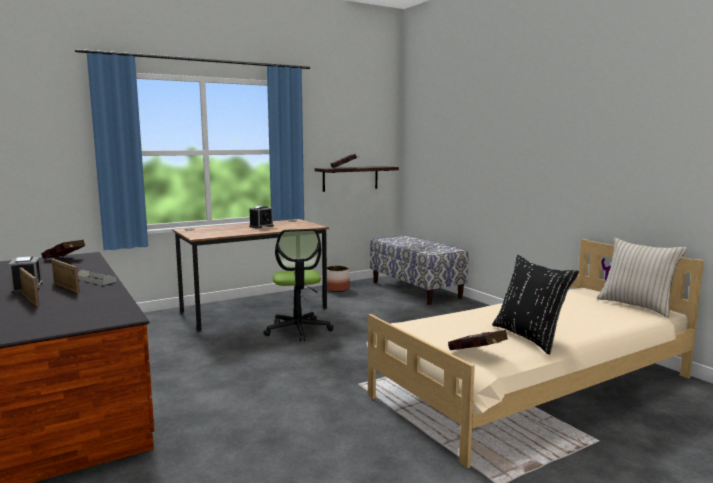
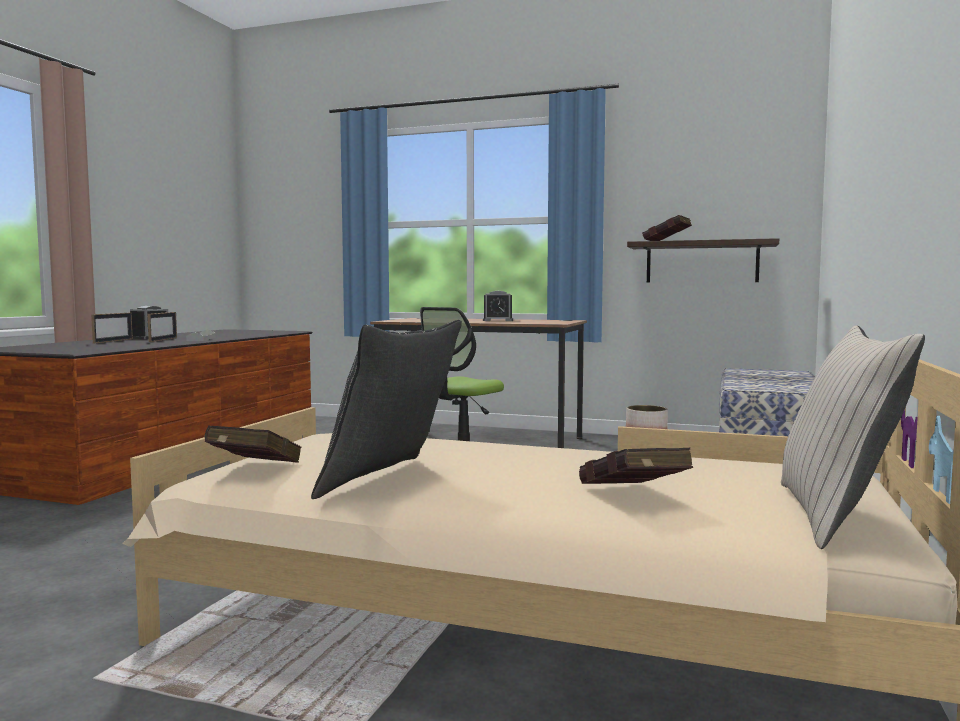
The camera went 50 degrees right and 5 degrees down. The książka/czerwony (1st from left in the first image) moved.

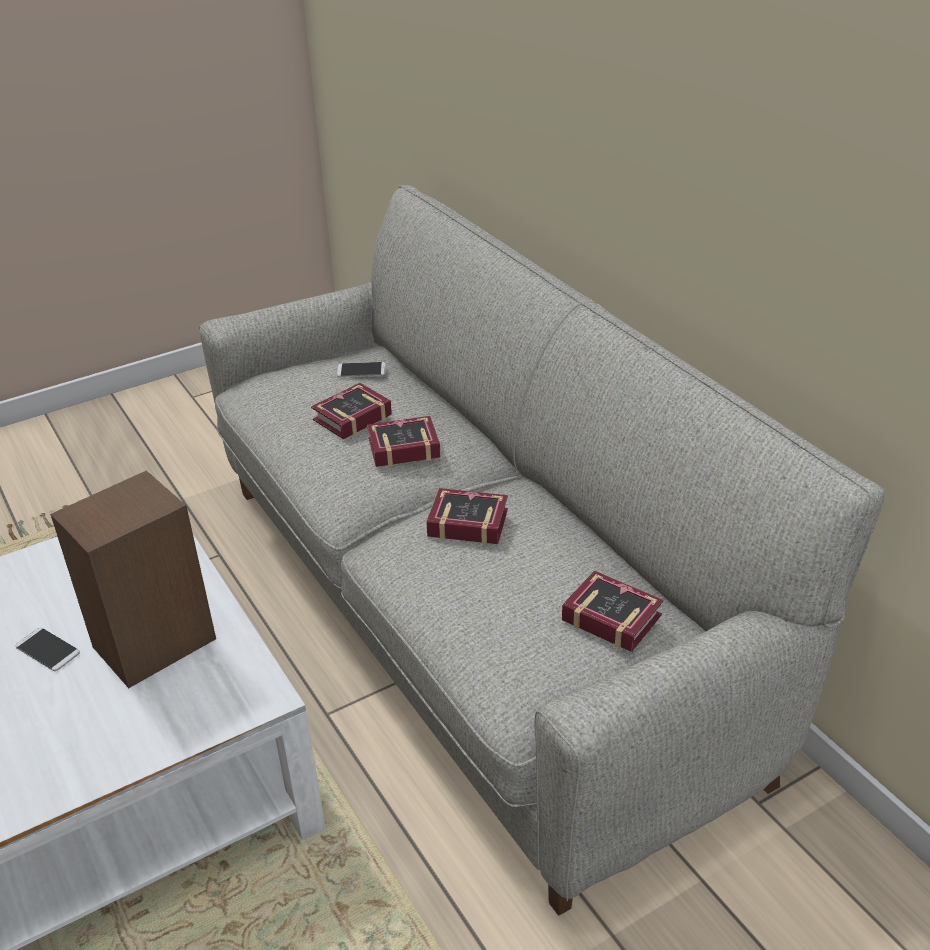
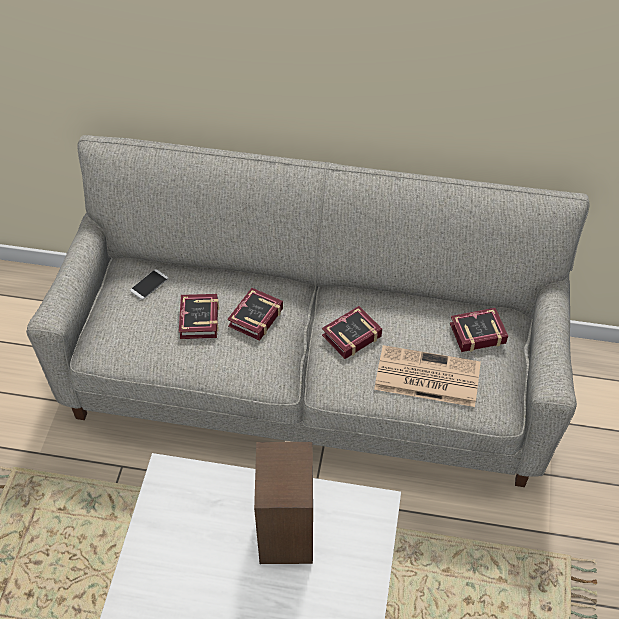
The camera went 50 degrees left and 15 degrees up. The telefon (1st from left) disappeared. The gazeta appeared.

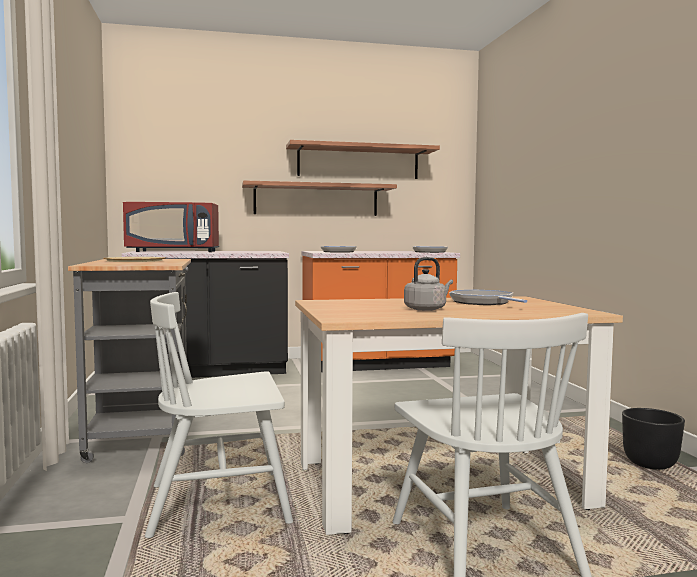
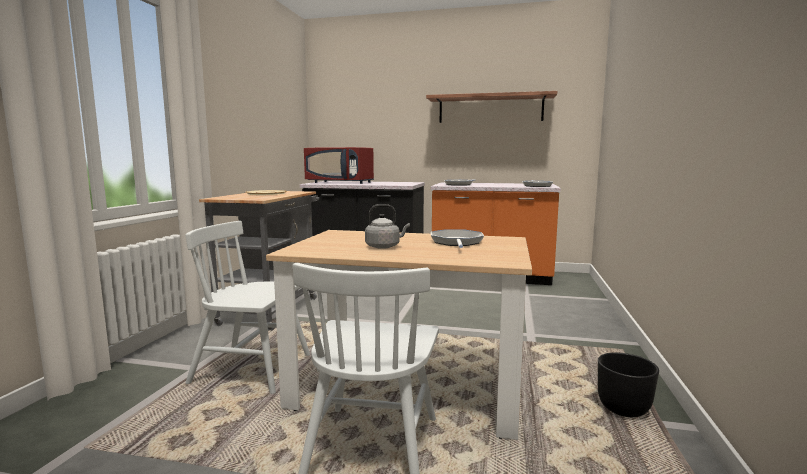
The camera went 25 degrees right and 5 degrees up. The półka (1st from left) disappeared.

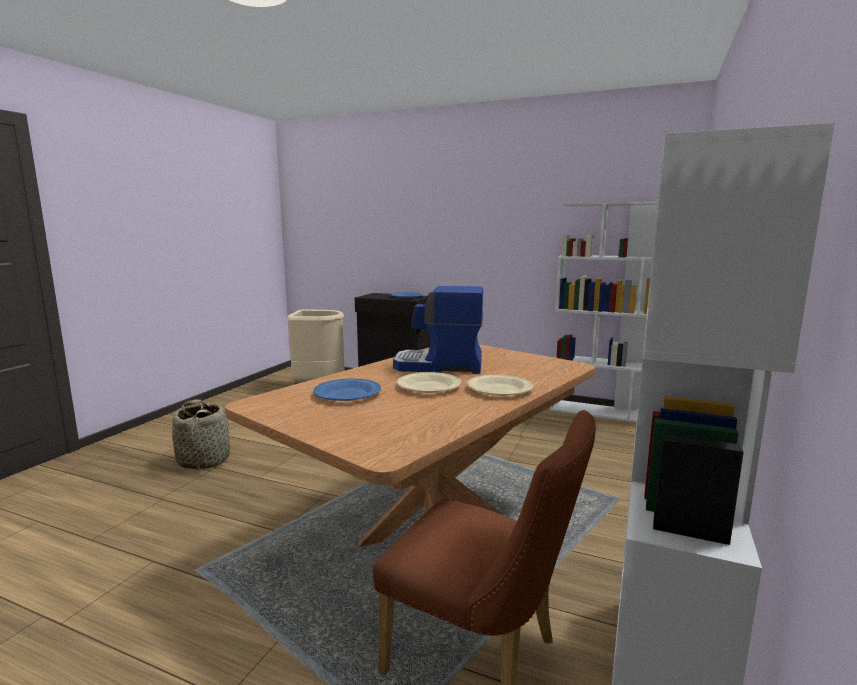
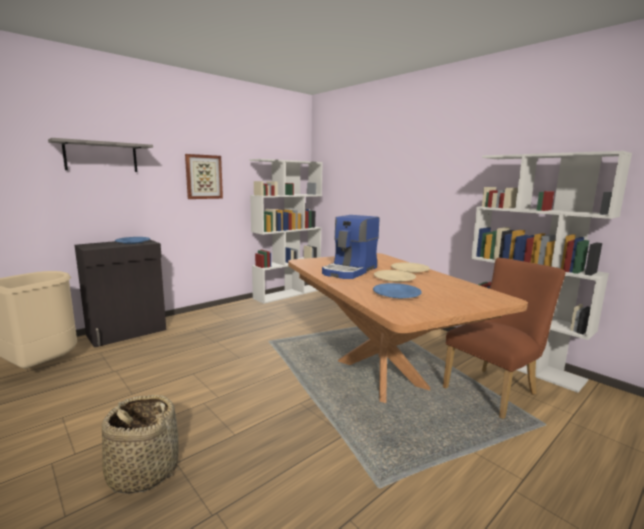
The camera went 65 degrees left and 0 degrees up. The półka/szary appeared. The obraz appeared.

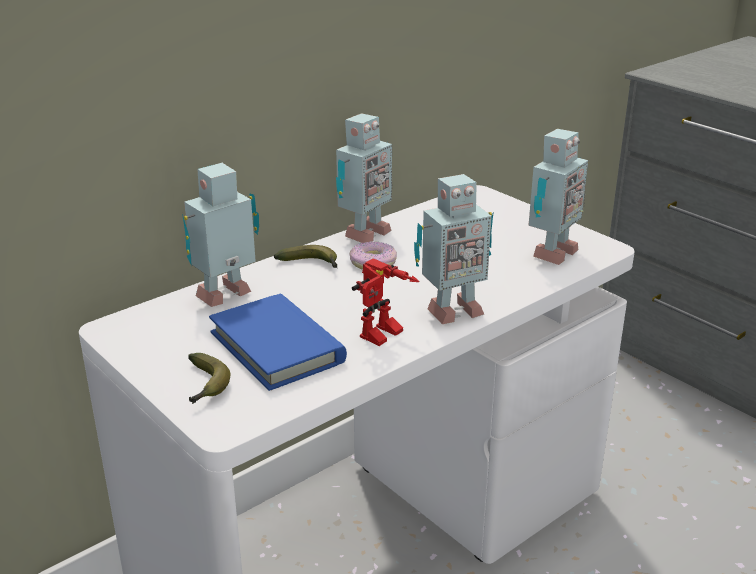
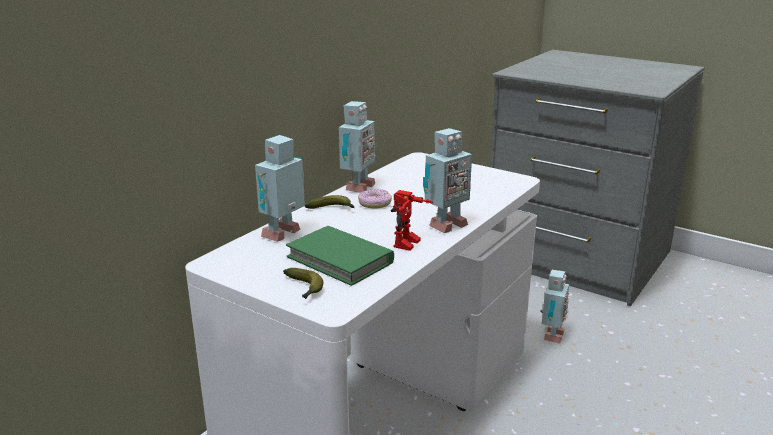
The camera went 15 degrees left and 5 degrees down. The robot zabawkowy (5th from left) moved. The książka/niebieski became the książka/zielony.

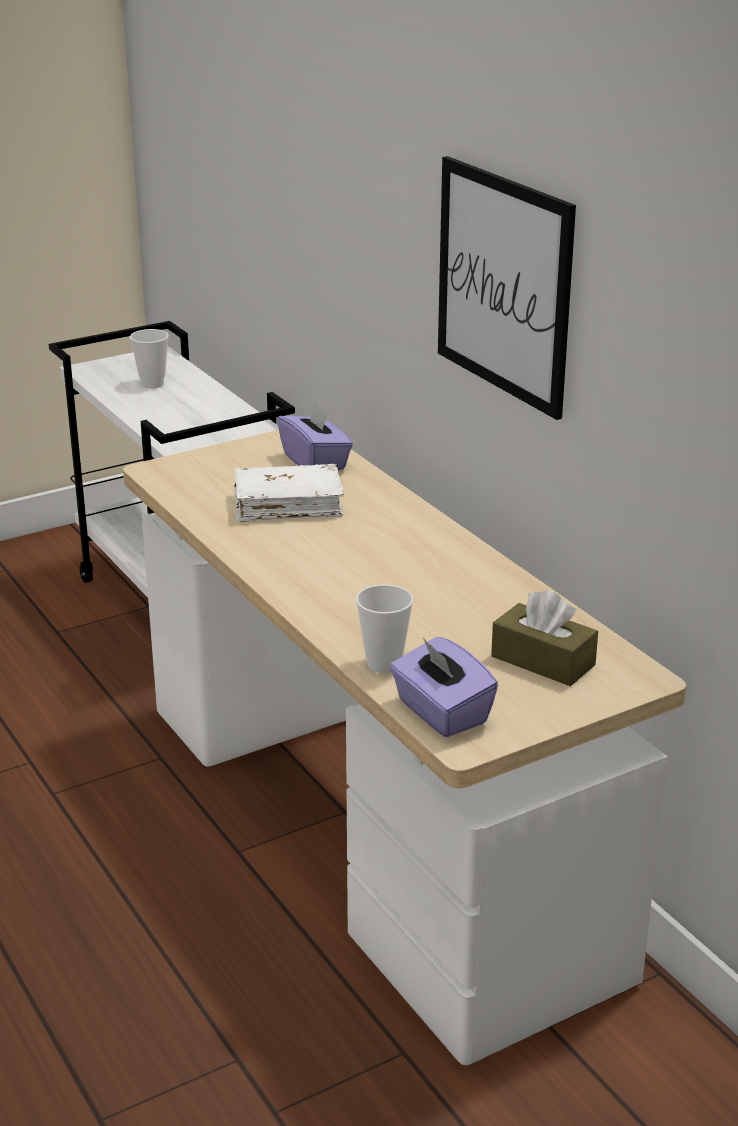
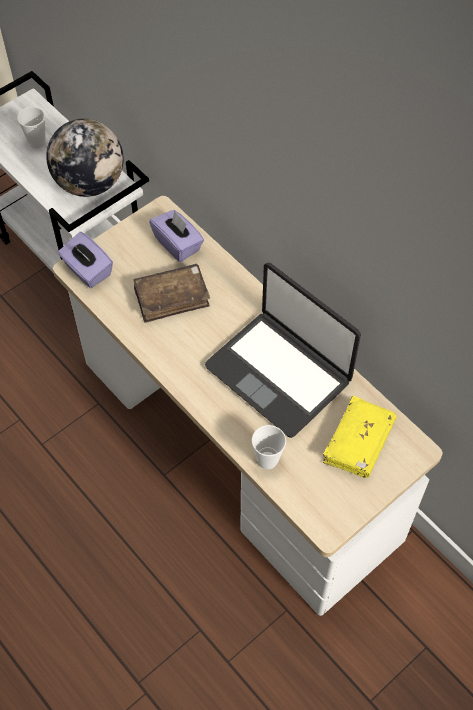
The camera went 10 degrees left and 30 degrees up. The obraz disappeared. The książka/biały became the książka/brązowy. The pudełko chusteczek/brązowy was replaced by the książka/żółty. The pudełko chusteczek/fioletowy (2nd from left in the first image) moved. The globus appeared. The laptop appeared.

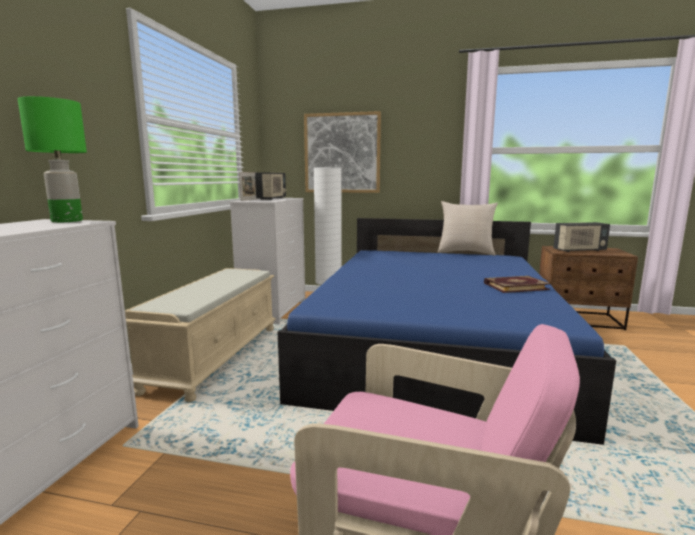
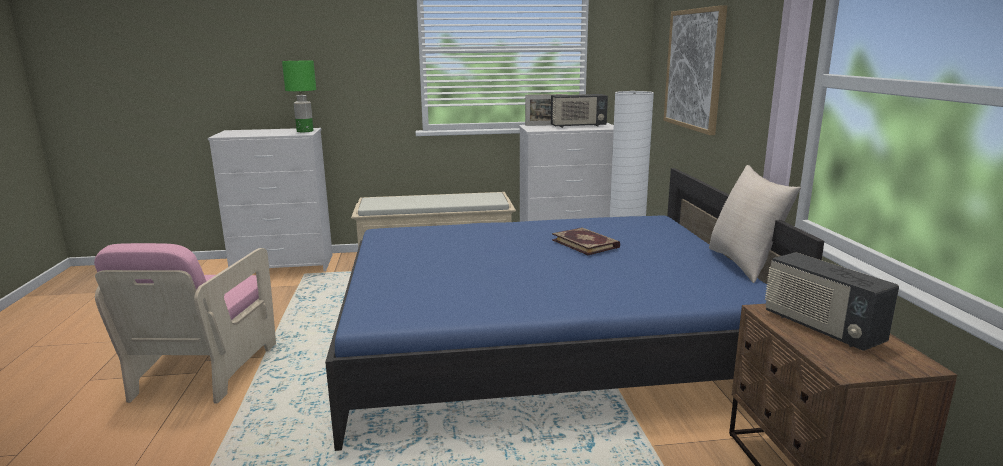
The camera went 70 degrees right and 5 degrees up. The książka moved.

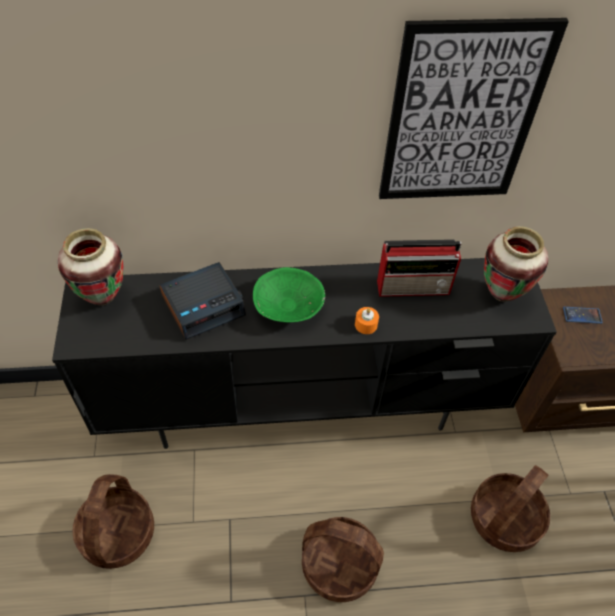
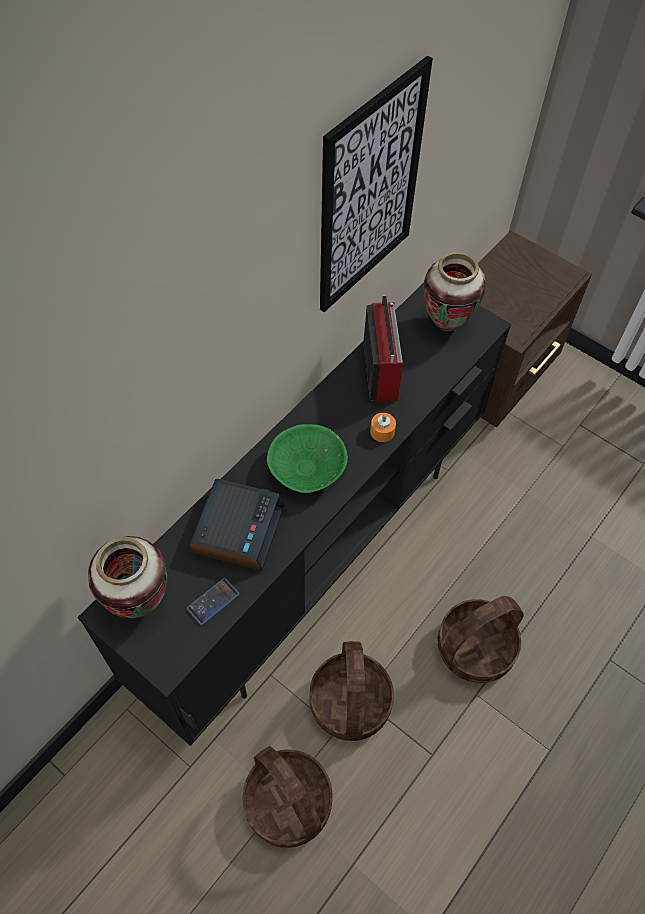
The camera went 45 degrees left and 5 degrees up. The radio turned 45 degrees counterclockwise. The telefon moved. The koszyk (3rd from left in the first image) moved.

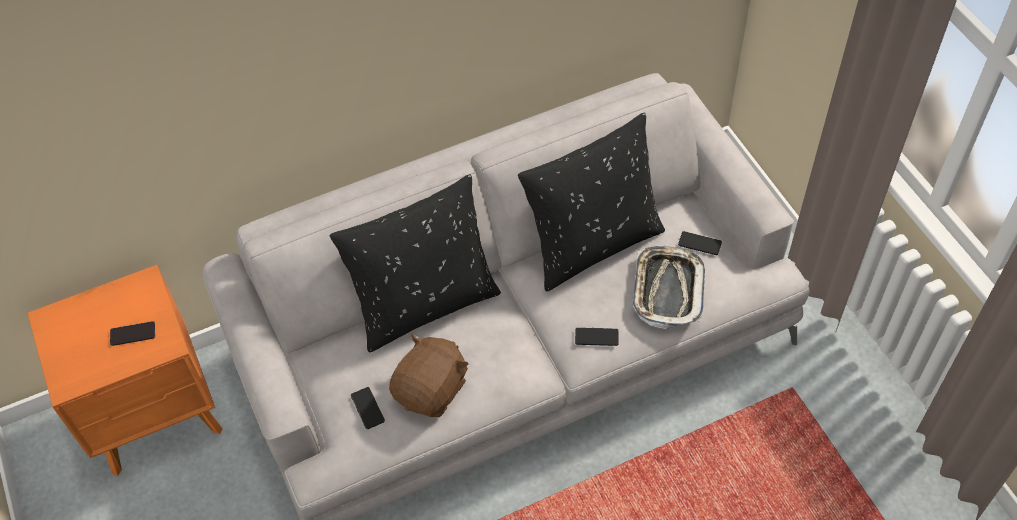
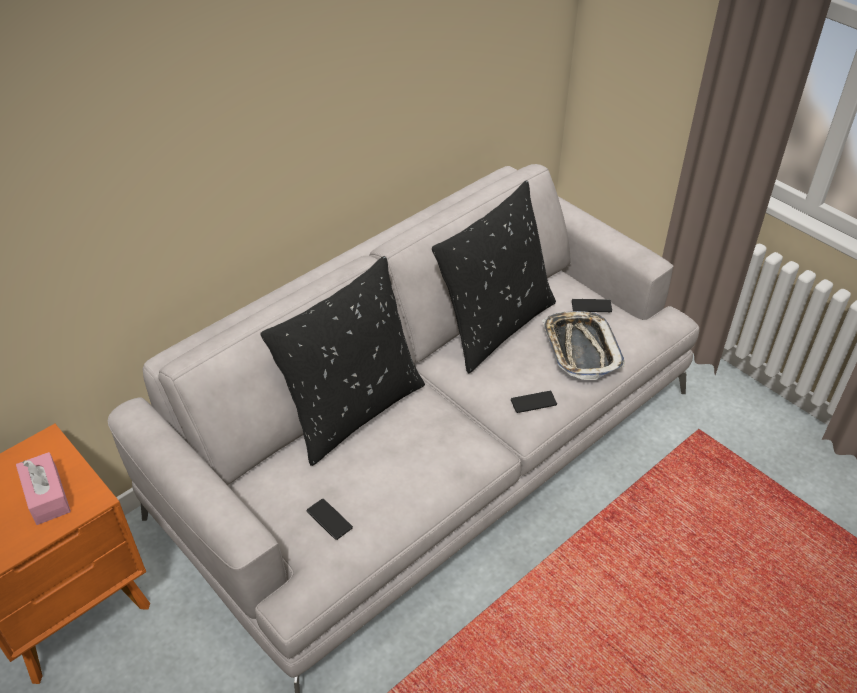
The camera went 20 degrees left and 10 degrees down. The telefon (1st from left) was replaced by the pudełko chusteczek/różowy. The pluszak/brązowy disappeared.

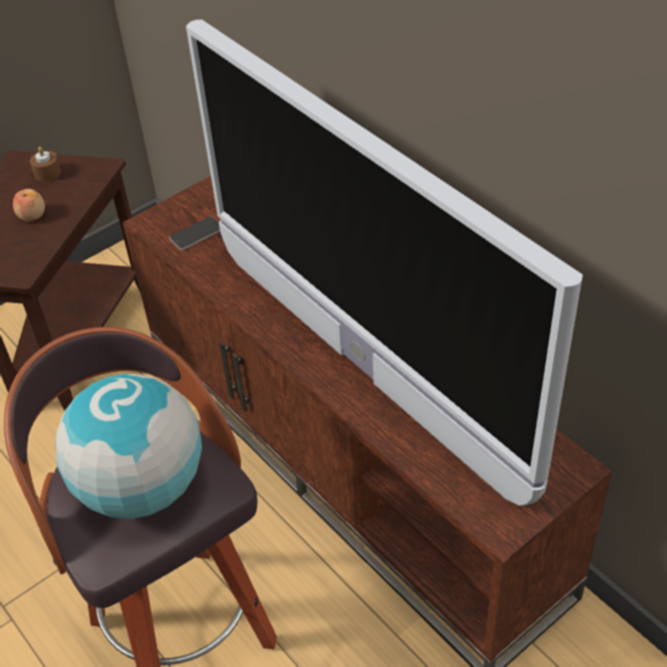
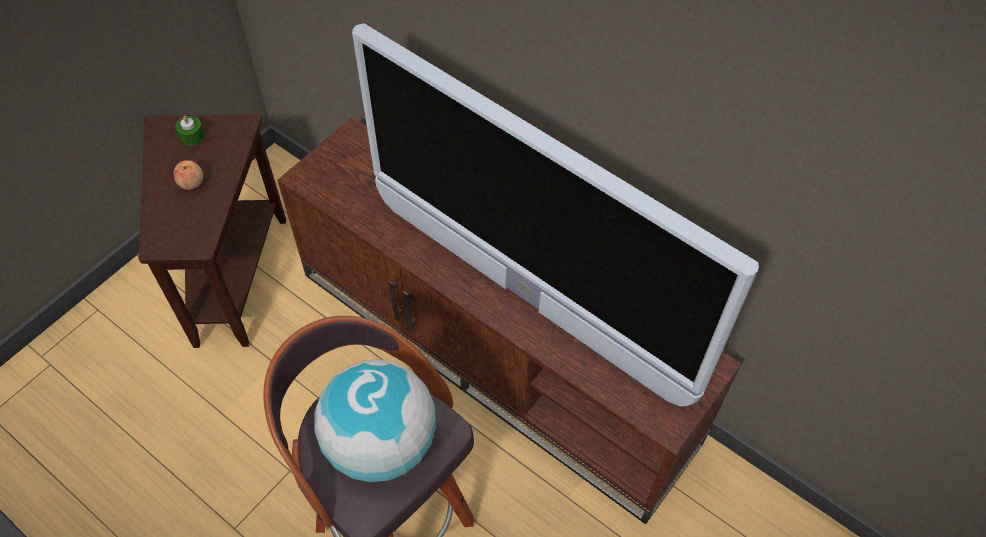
The camera went 15 degrees left and 10 degrees up. The świeca/brązowy became the świeca/zielony. The telefon disappeared.

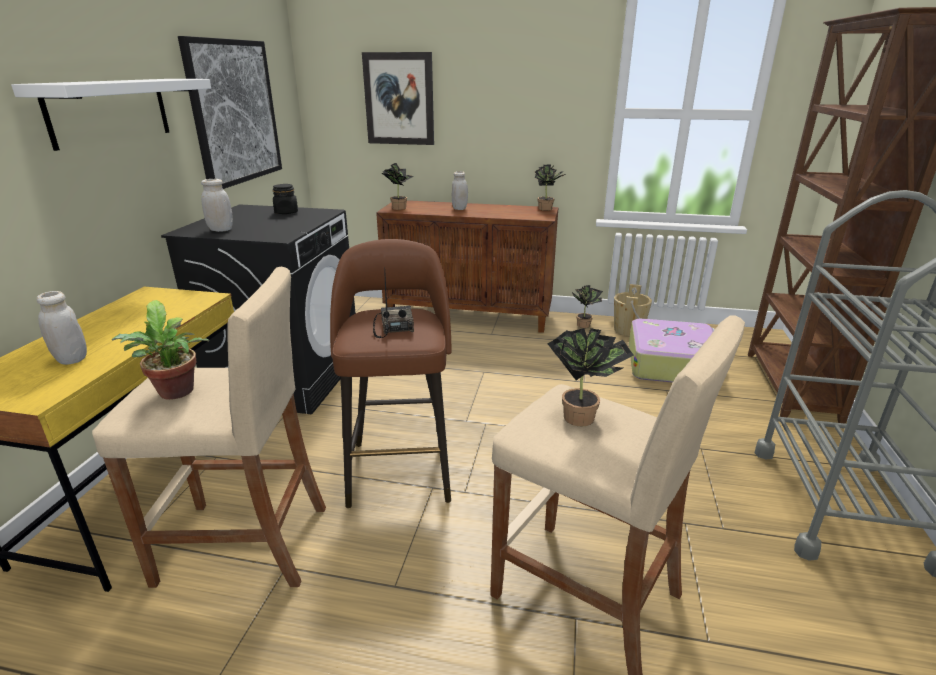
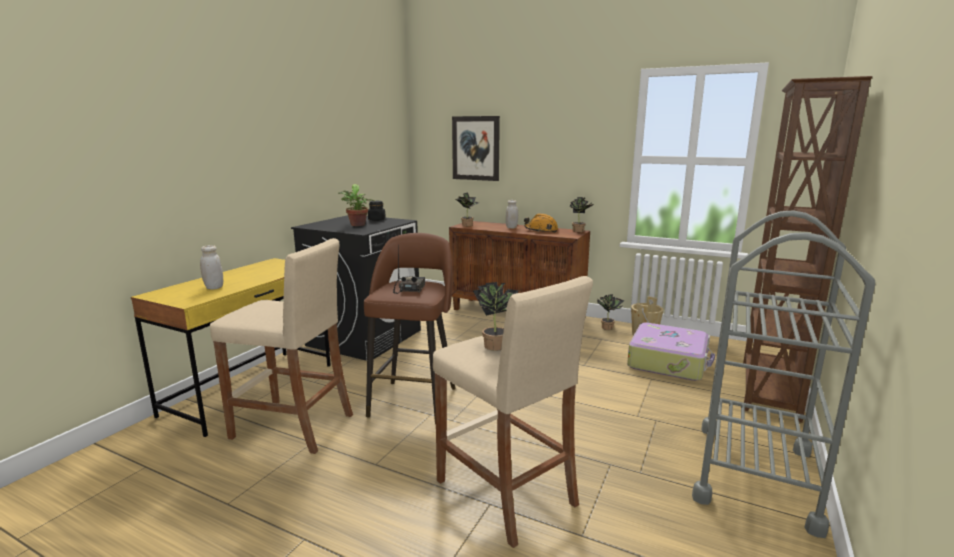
The camera went 15 degrees right and 10 degrees down. The obraz (1st from left) disappeared. The półka/biały disappeared. The słoik/biały (2nd from left) disappeared. The roślina doniczkowa (1st from left) moved. The kask/pomarańczowy appeared.

